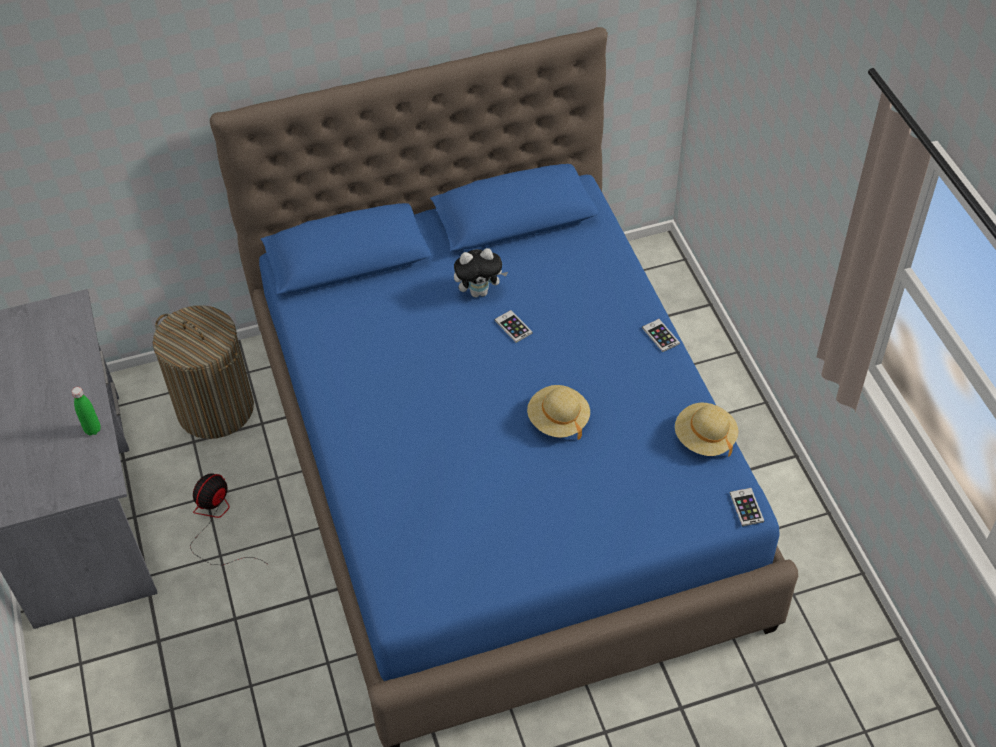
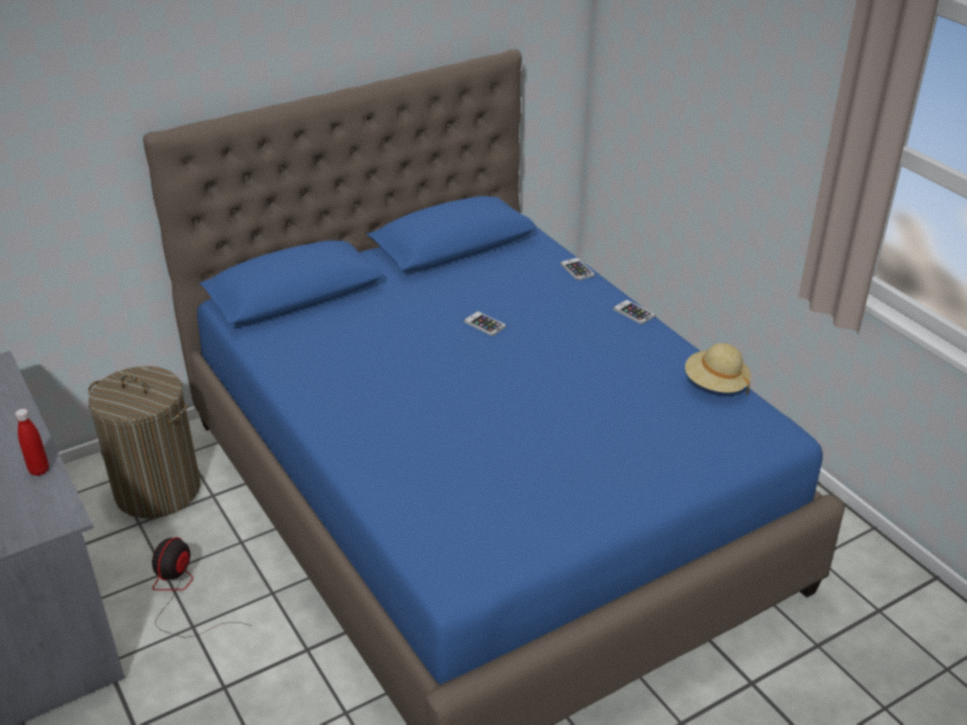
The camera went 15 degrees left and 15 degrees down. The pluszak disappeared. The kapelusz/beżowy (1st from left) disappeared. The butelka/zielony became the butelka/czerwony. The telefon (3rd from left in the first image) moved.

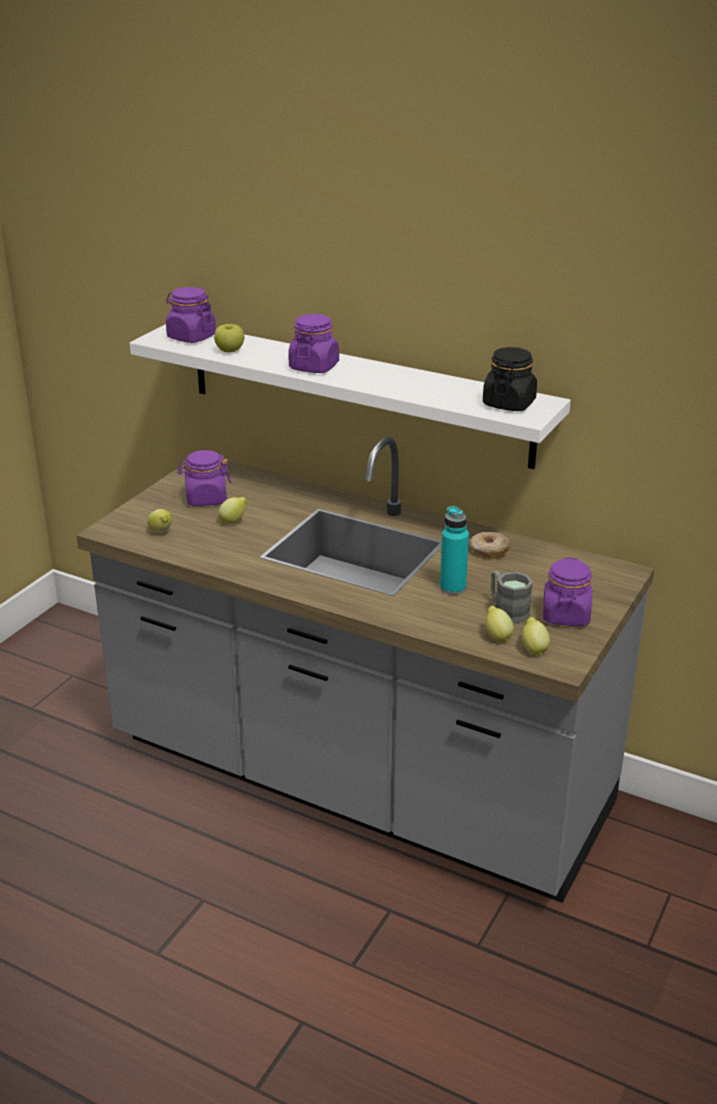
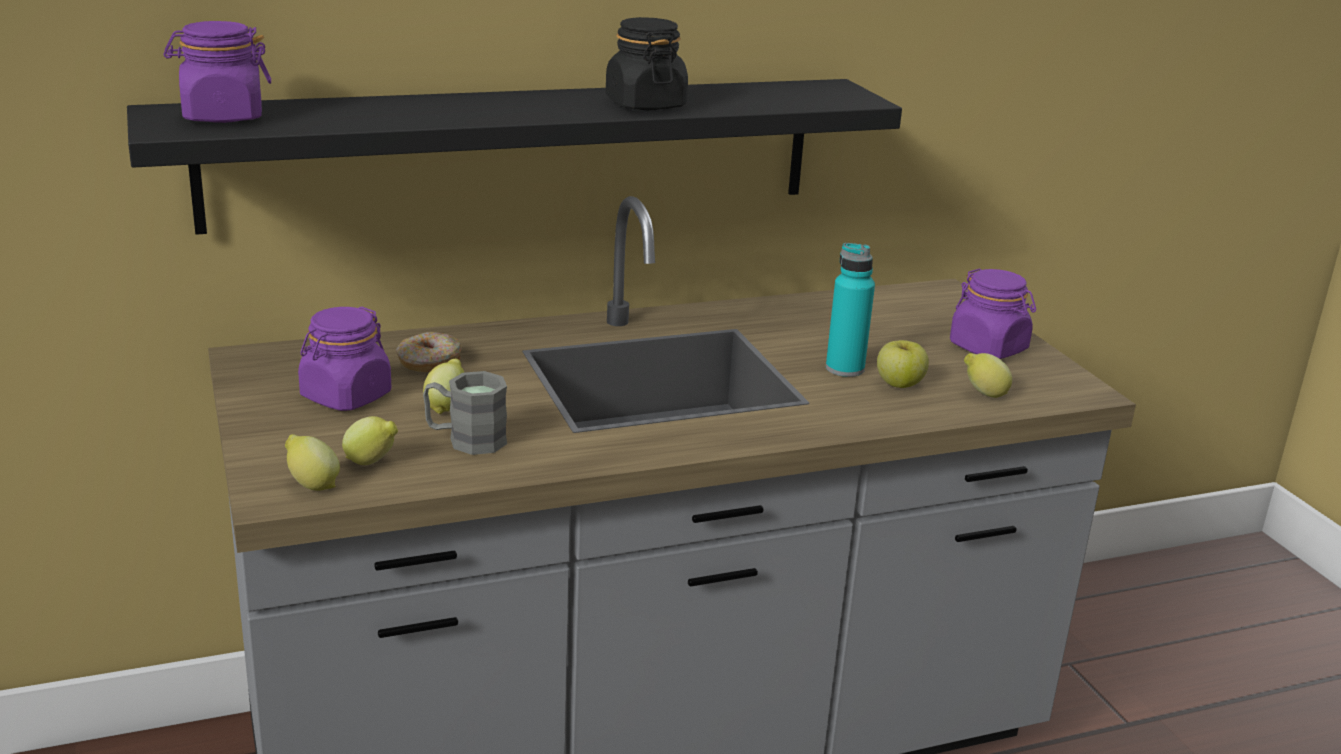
The camera went 50 degrees left and 5 degrees down. The słoik/fioletowy (3rd from left) disappeared. The półka/biały became the półka/czarny. The jabłko moved. The słoik/czarny moved. The donut moved. The kubek/szary moved. The cytryna (4th from left in the first image) moved.

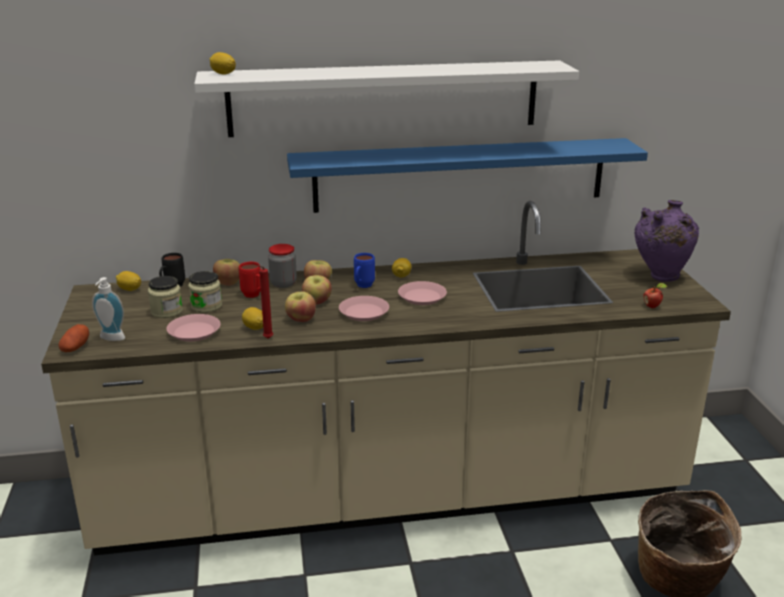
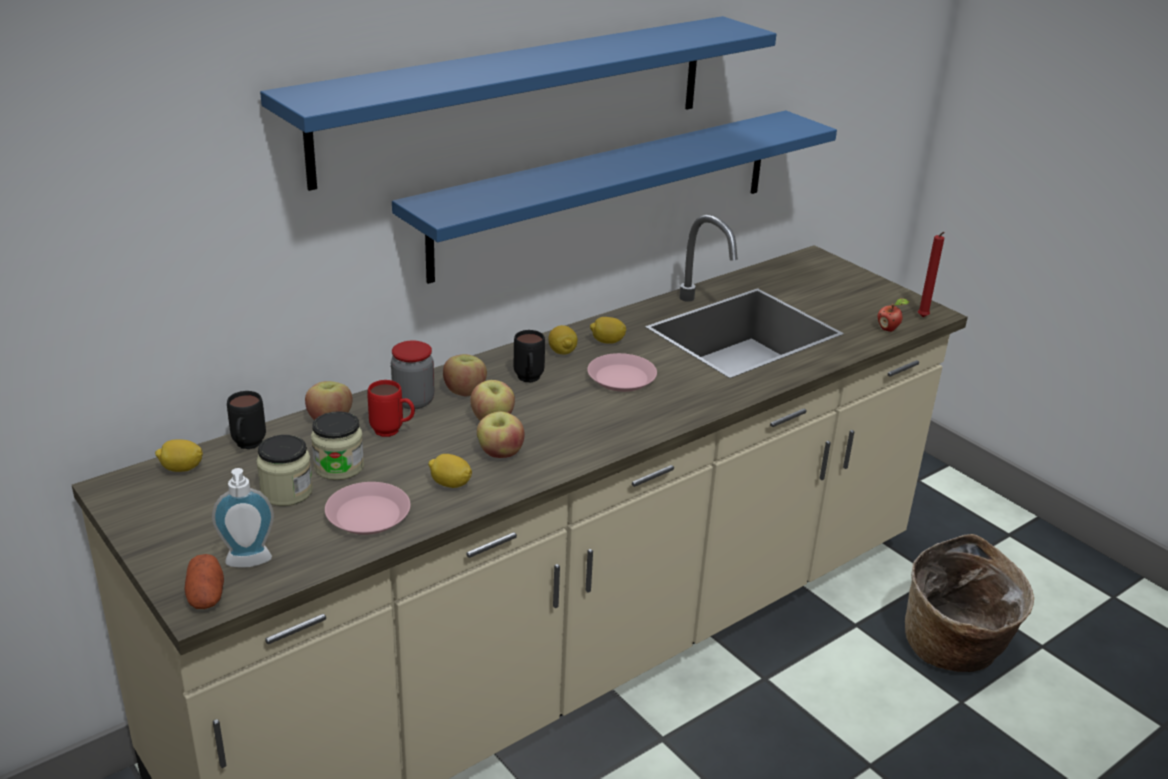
The camera went 30 degrees left and 5 degrees up. The cytryna (2nd from left in the first image) moved. The półka/biały became the półka/niebieski (1st from left). The wazon/fioletowy disappeared. The kubek/niebieski became the kubek/czarny (2nd from left). The świeca/czerwony moved. The talerz/różowy (2nd from left) disappeared.

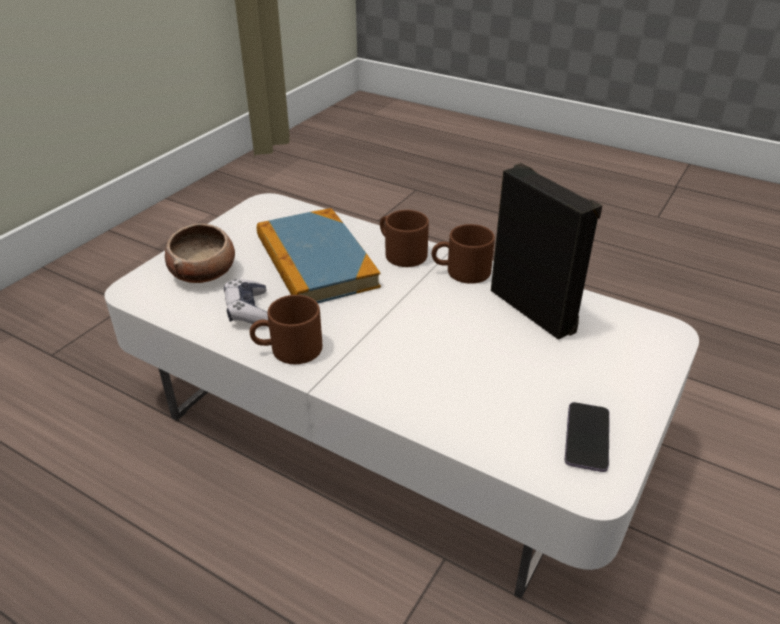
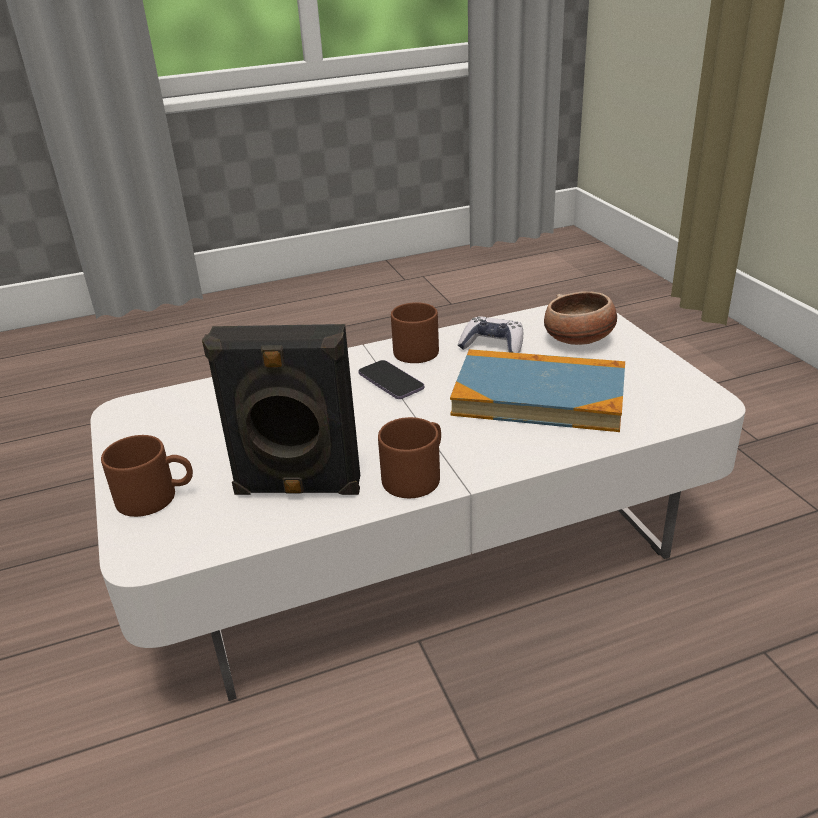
The camera went 130 degrees right and 5 degrees down. The kubek/brązowy (2nd from left in the first image) moved. The telefon moved.

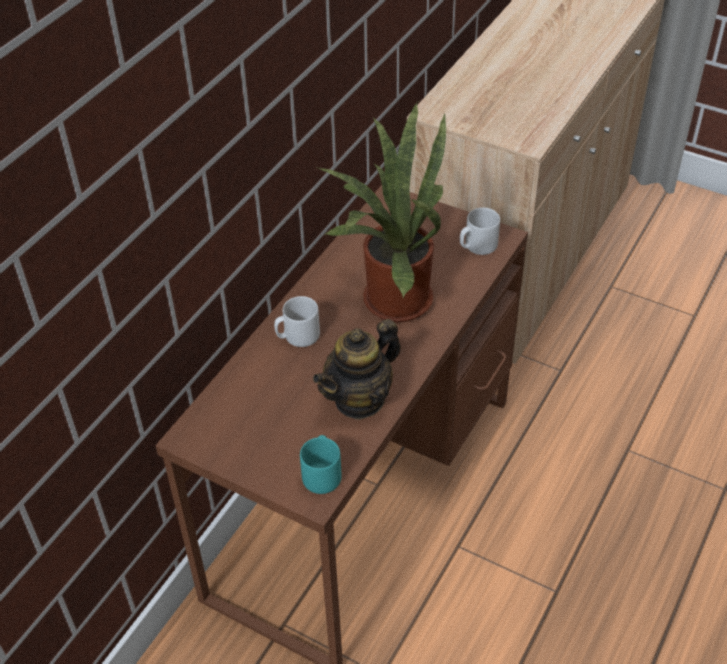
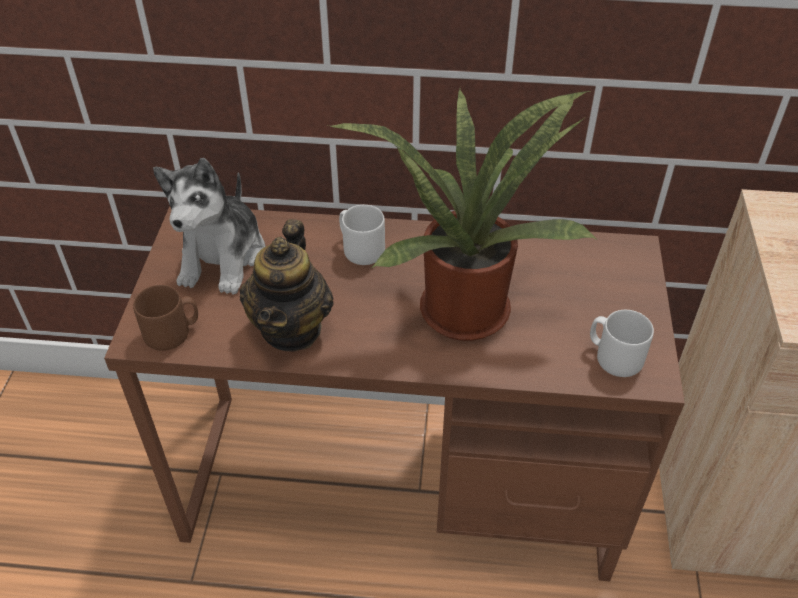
The camera went 65 degrees right and 0 degrees up. The imbryk turned 105 degrees counterclockwise. The kubek/turkusowy became the kubek/brązowy. The pluszak appeared.

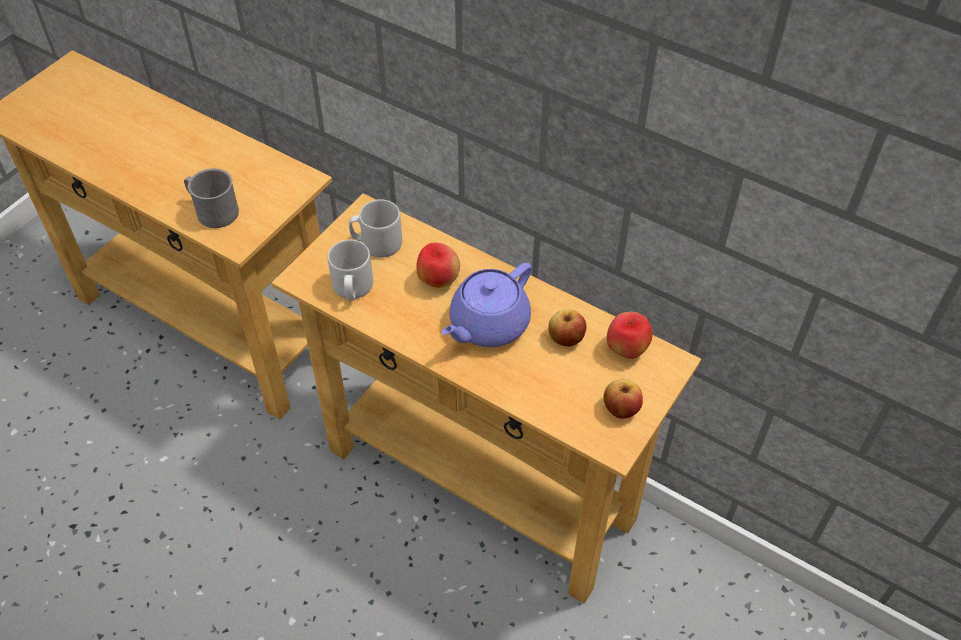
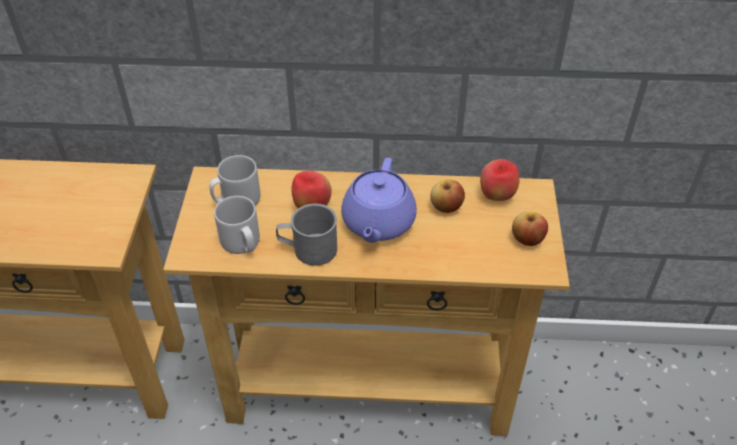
The camera went 30 degrees left and 5 degrees down. The kubek/szary (1st from left in the first image) moved.

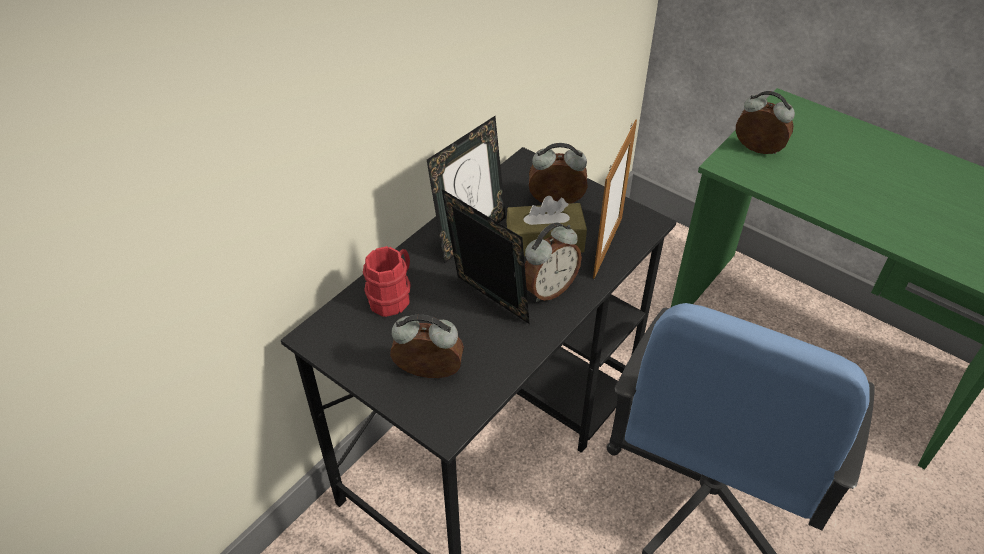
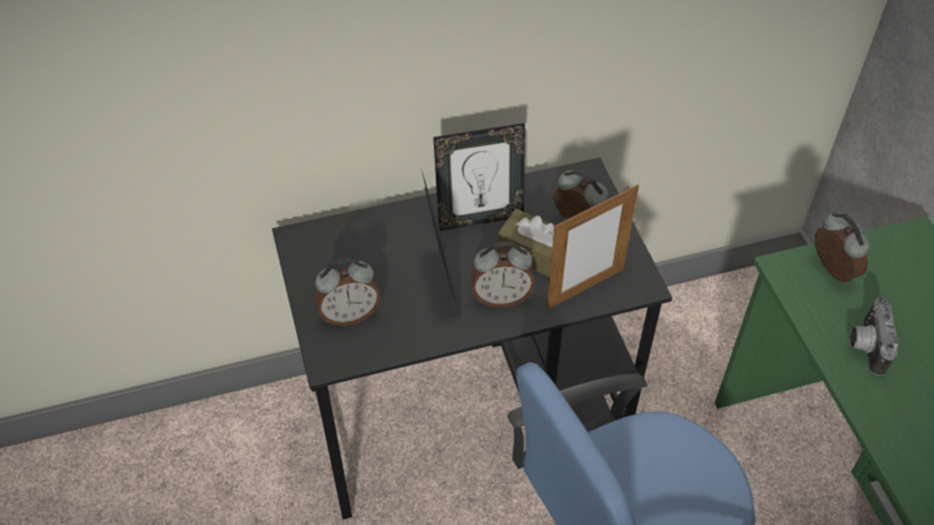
The camera went 35 degrees right and 5 degrees up. The kubek/czerwony disappeared. The budzik (1st from left) turned 120 degrees clockwise. The aparat fotograficzny appeared.

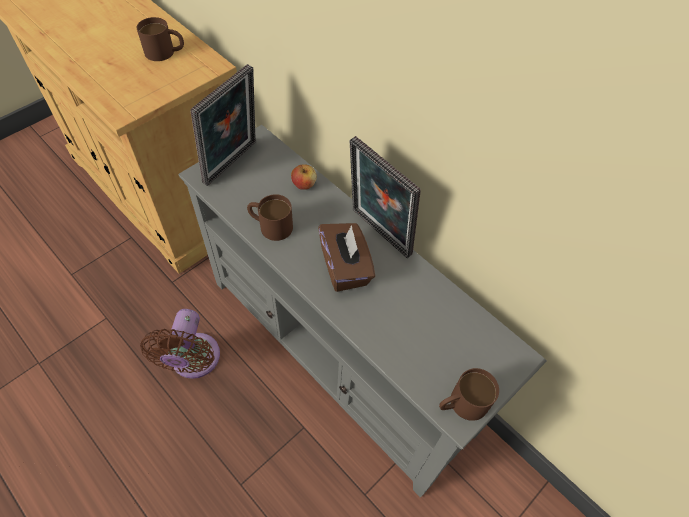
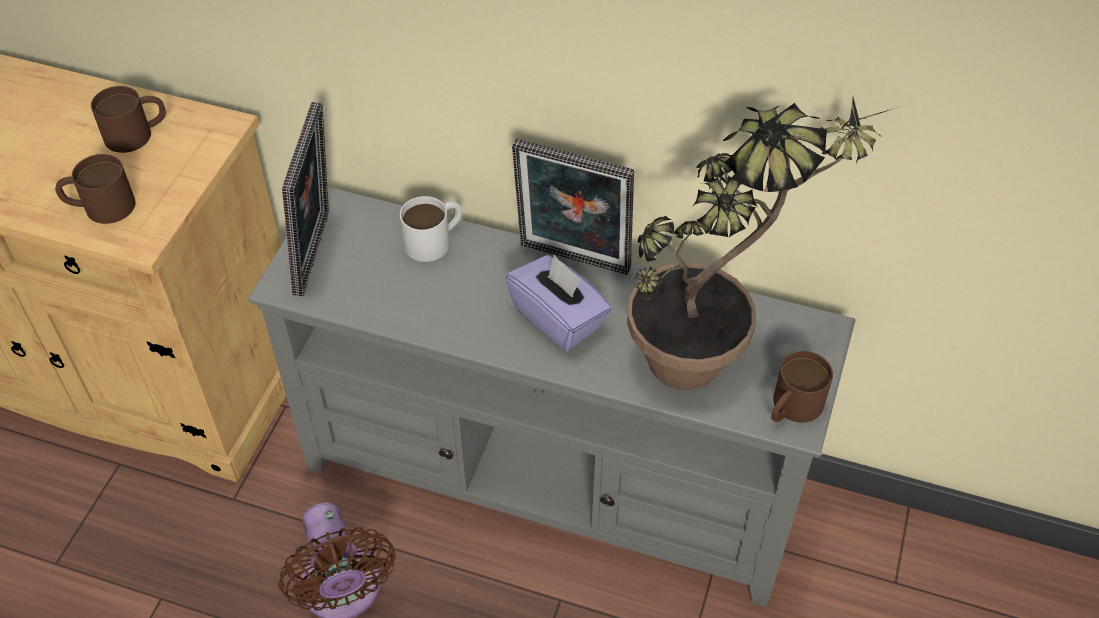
The camera went 25 degrees left and 5 degrees down. The jabłko was replaced by the kubek/biały. The kubek/brązowy (2nd from left in the first image) moved. The pudełko chusteczek/brązowy became the pudełko chusteczek/fioletowy. The roślina doniczkowa appeared.

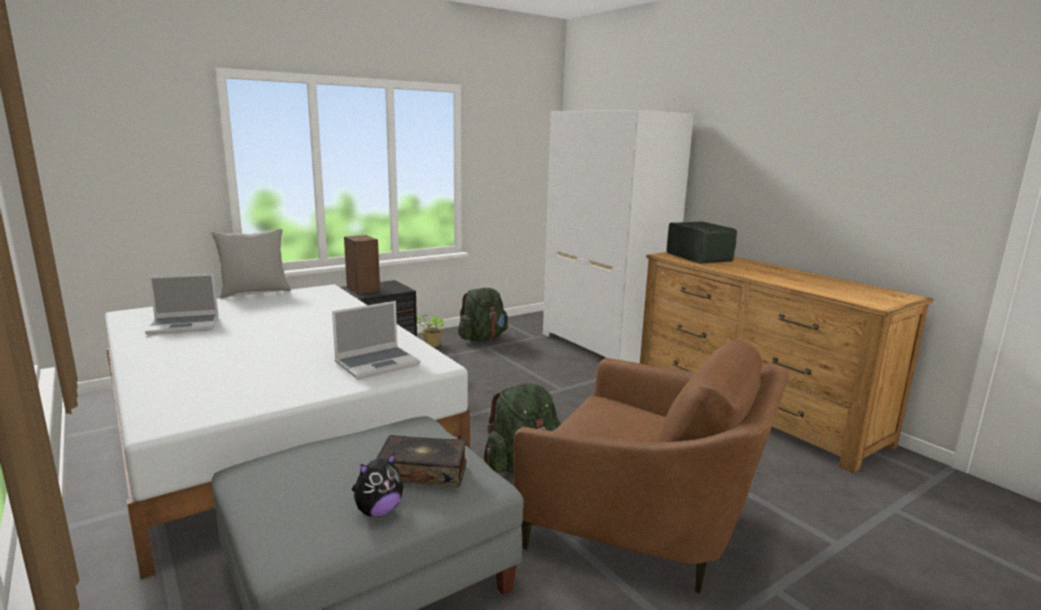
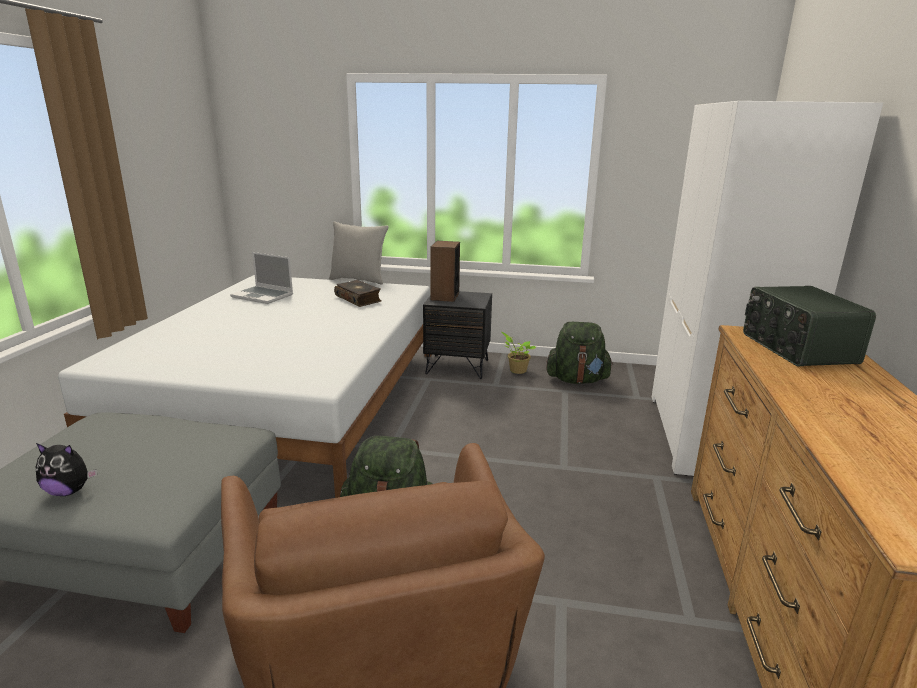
The camera went 45 degrees right and 5 degrees up. The radio turned 150 degrees clockwise. The laptop (2nd from left) disappeared. The książka moved.

